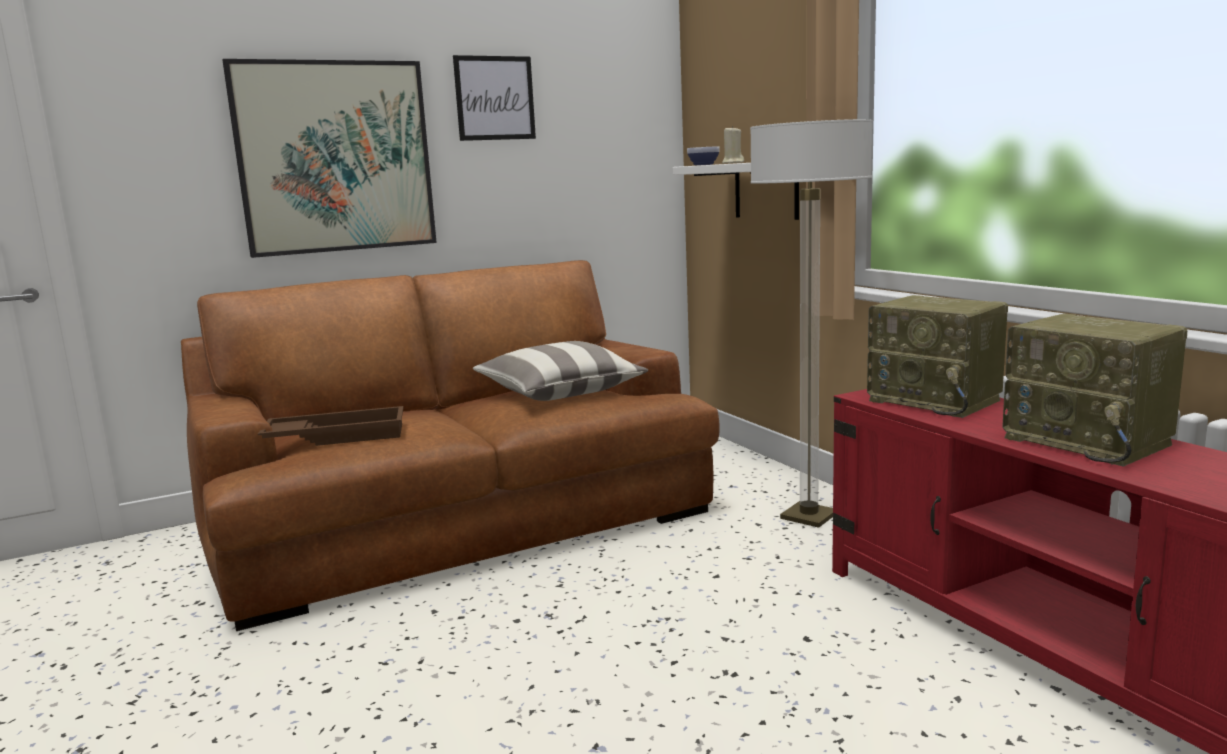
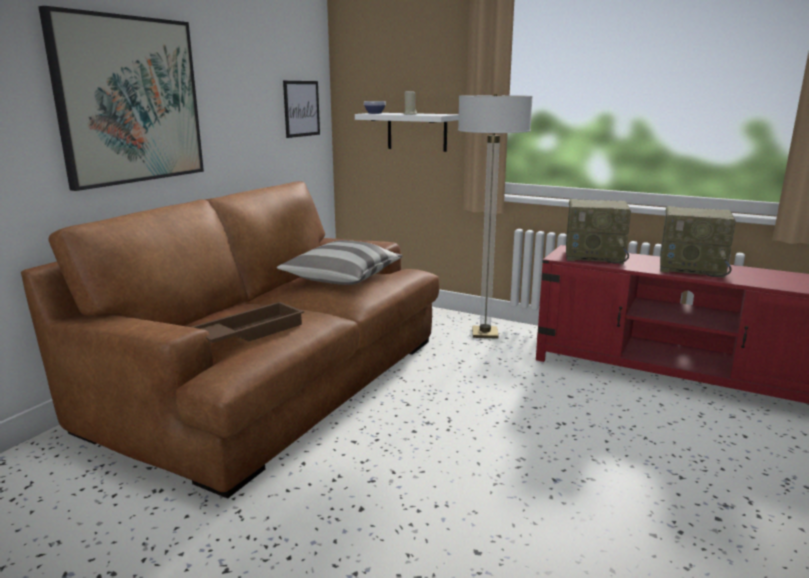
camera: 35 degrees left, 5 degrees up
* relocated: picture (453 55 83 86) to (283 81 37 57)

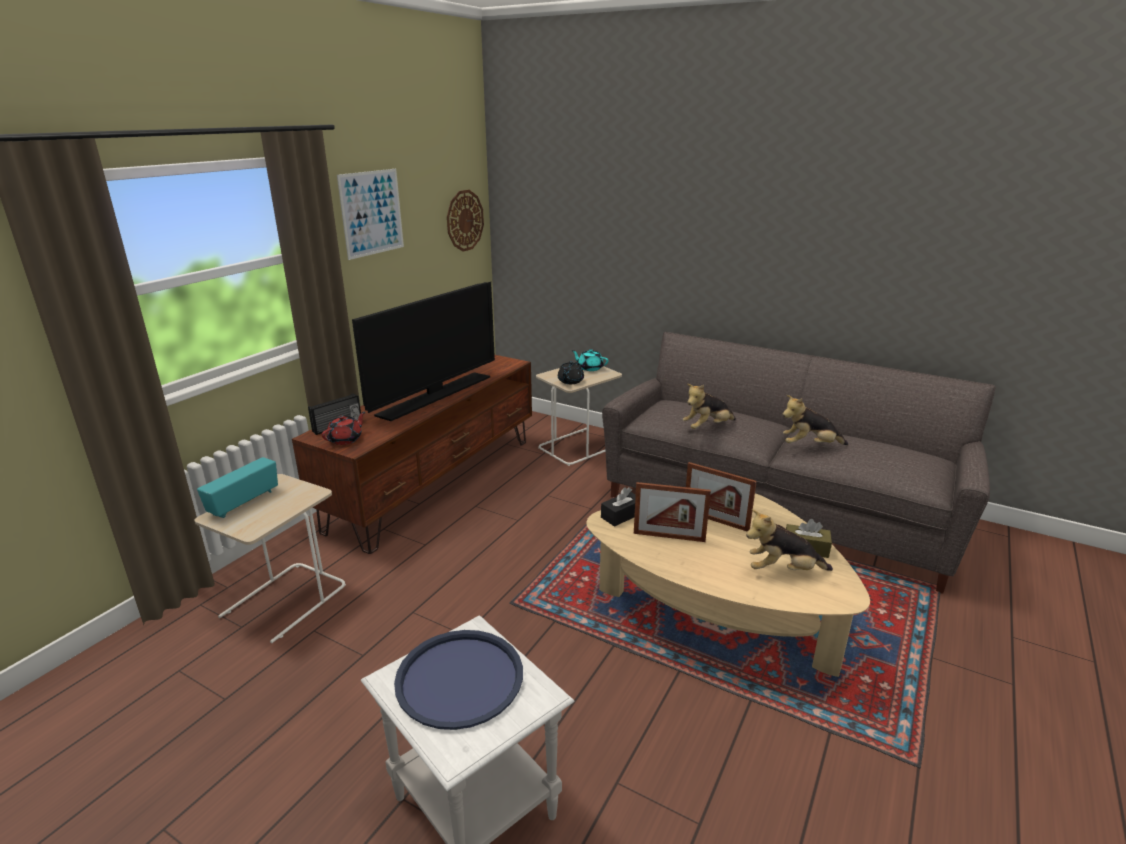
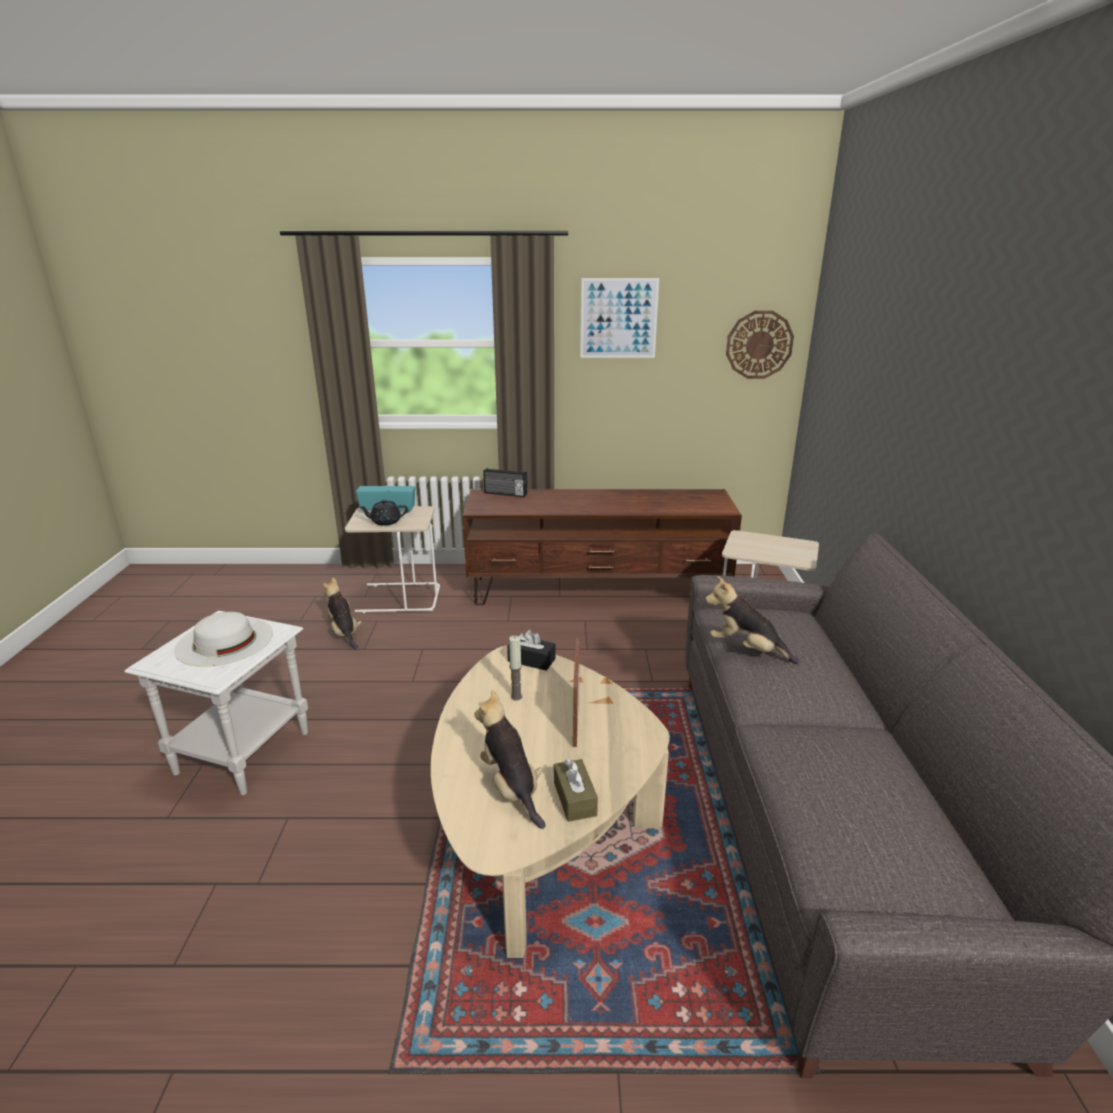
camera: 60 degrees right, 0 degrees up
* exchanged: tray/blue (394 630 129 100) to hat/white (174 612 99 55)
* relocated: plush toy (782 395 66 50) to (323 578 39 72)
* relocated: teapot/black (558 361 26 23) to (358 500 50 26)
* exchanged: picture frame (634 482 77 60) to candle (509 635 13 66)
* missing: teapot/red (322 412 43 33)
* missing: television (352 282 143 139)
* missing: teapot/turquoise (571 349 37 22)

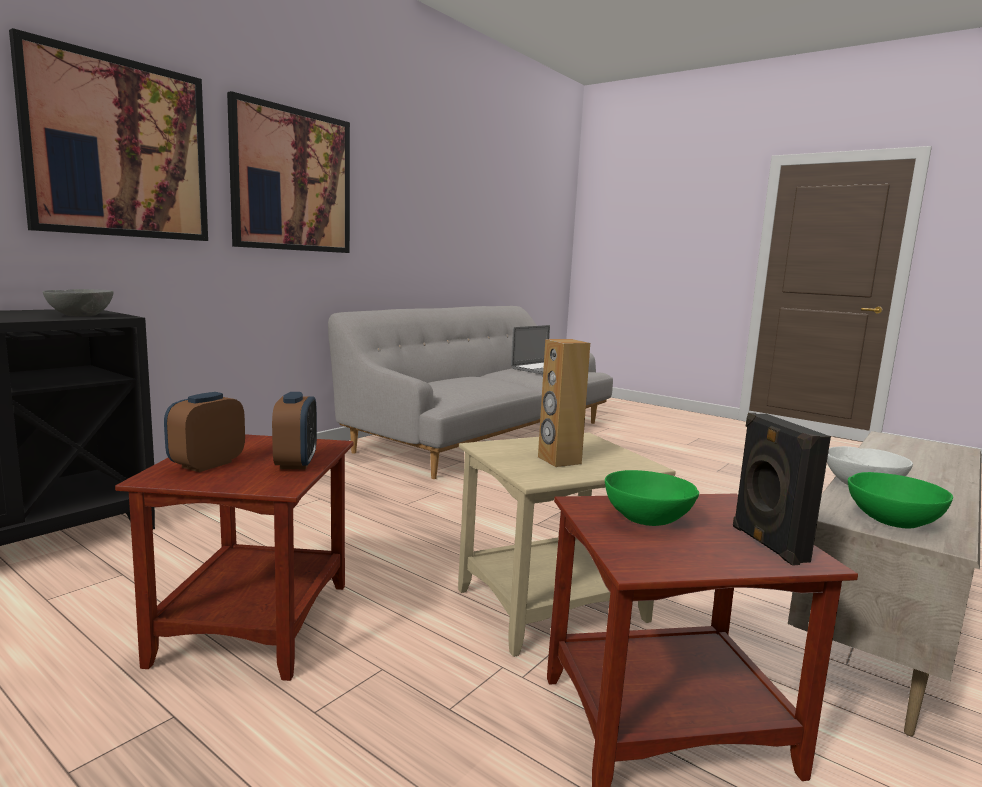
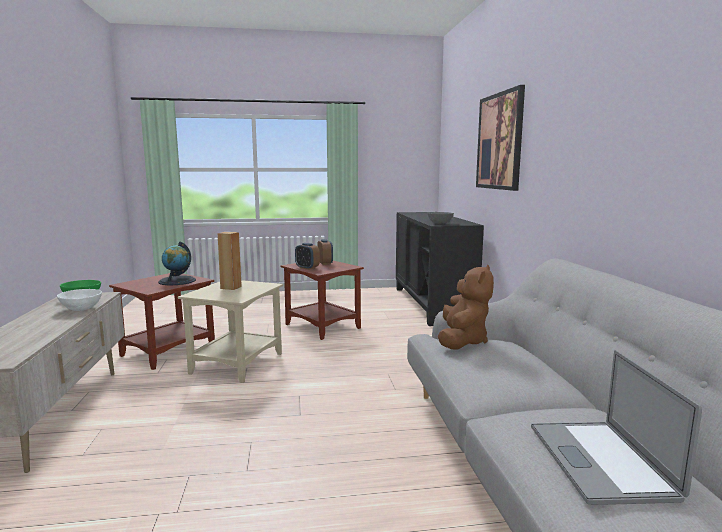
camera: 135 degrees right, 0 degrees up
* exchanged: bowl/green (605 470 94 56) to globe (158 242 38 43)
* appeared: plush toy/brown (438 265 56 84)
* missing: picture (227 91 123 162)
* missing: speaker/black (733 413 98 153)

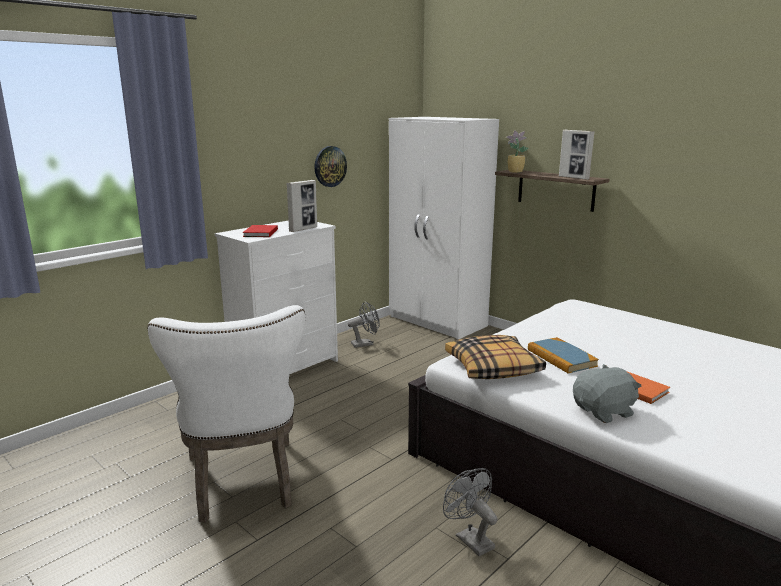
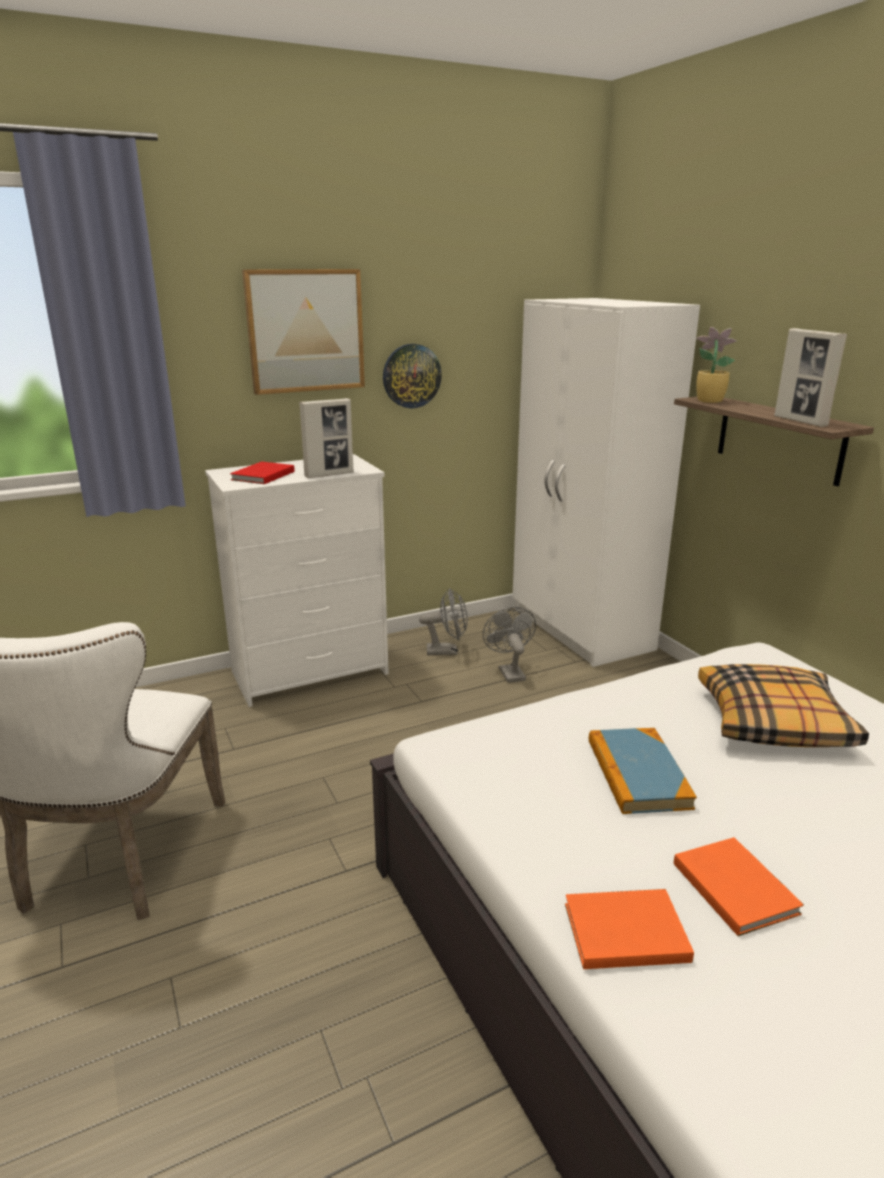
camera: 20 degrees right, 5 degrees up
* appeared: picture (242 269 123 126)
* relocated: fan/grey (443 468 55 88) to (483 607 53 76)
* exchanged: plush toy/grey (573 364 69 59) to book/orange (565 889 129 80)
* relocated: pillow (445 335 101 44) to (698 664 171 83)

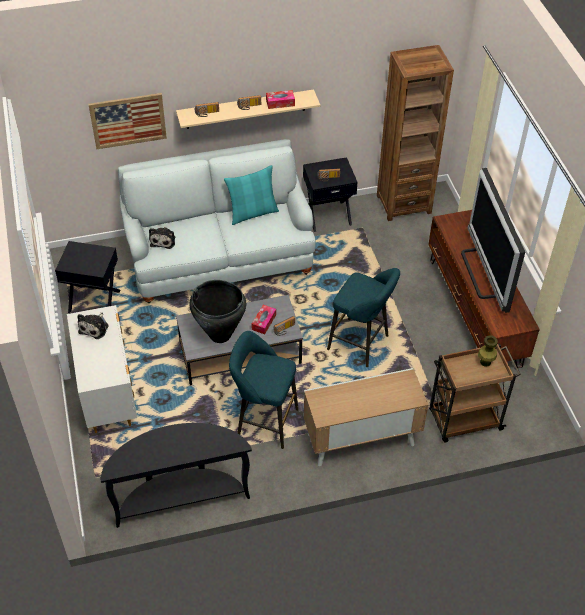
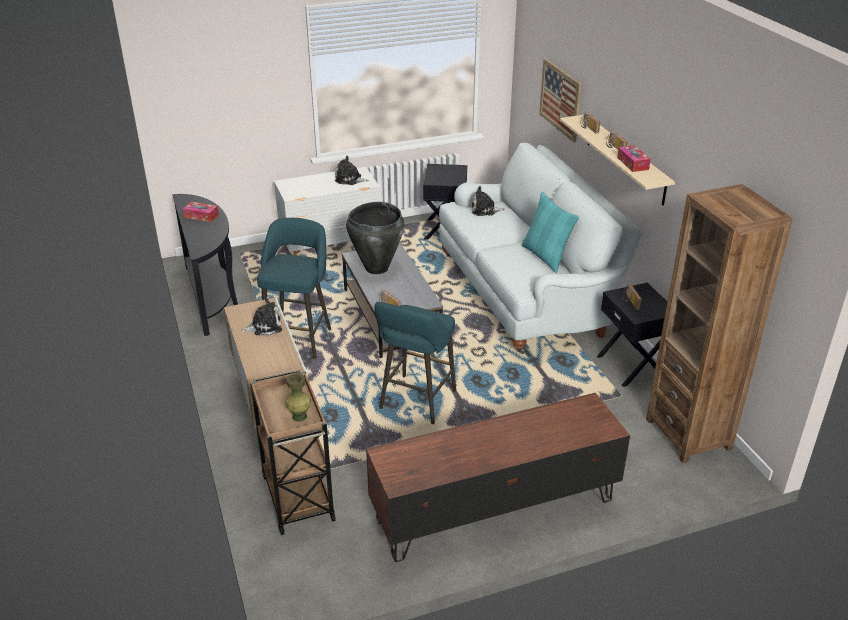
camera: 85 degrees right, 15 degrees down
* relocated: tissue box (251 305 25 29) to (183 202 36 20)
* appeared: plush toy (241 298 41 37)
* missing: television (461 168 64 145)

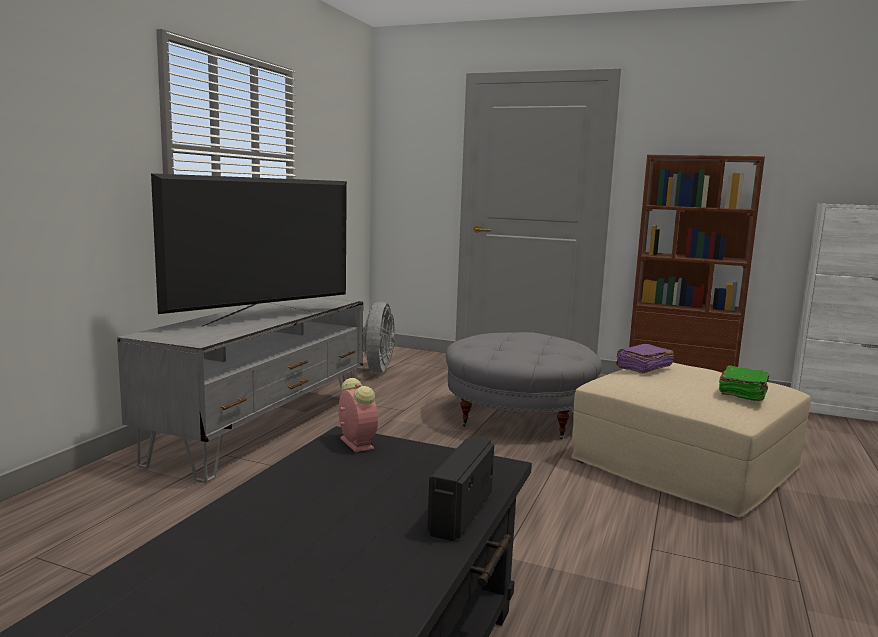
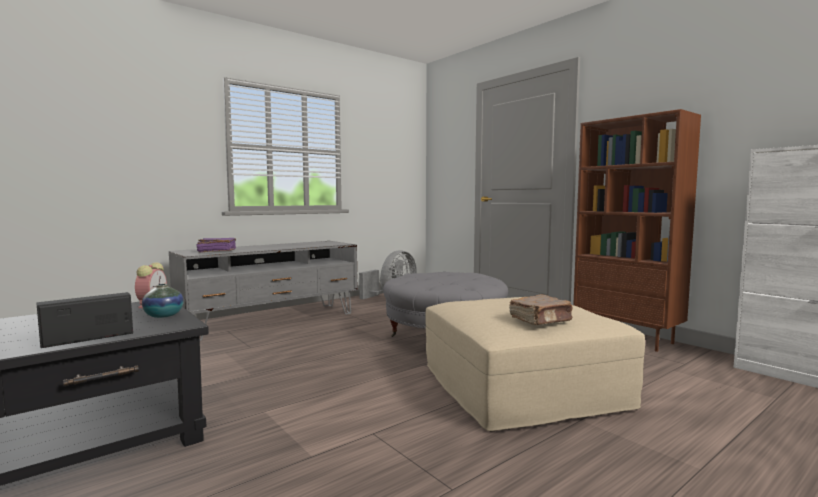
camera: 30 degrees right, 5 degrees down
* appeared: vase (142 284 42 34)
* relocated: book/purple (616 344 58 30) to (196 238 40 15)
* colour: book/green (719 366 50 35) to book/brown (509 294 64 31)
* missing: television (151 173 196 154)

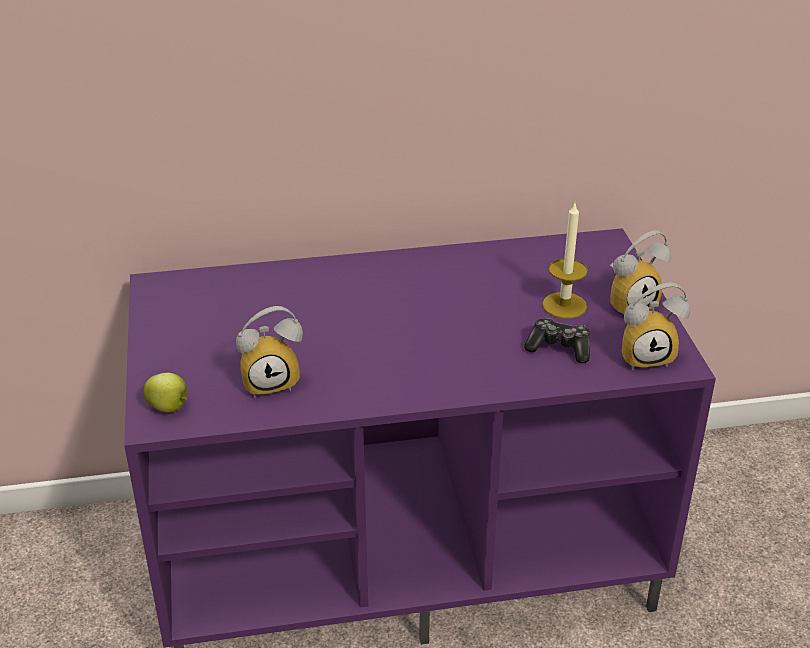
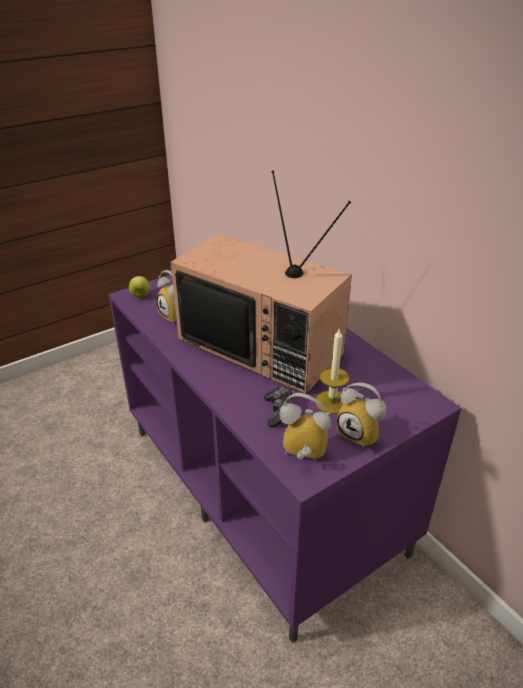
camera: 65 degrees right, 0 degrees up
* appeared: television (171 170 181 224)
* spun: alarm clock (622 282 68 88) = (279 393 52 68) 135 degrees clockwise

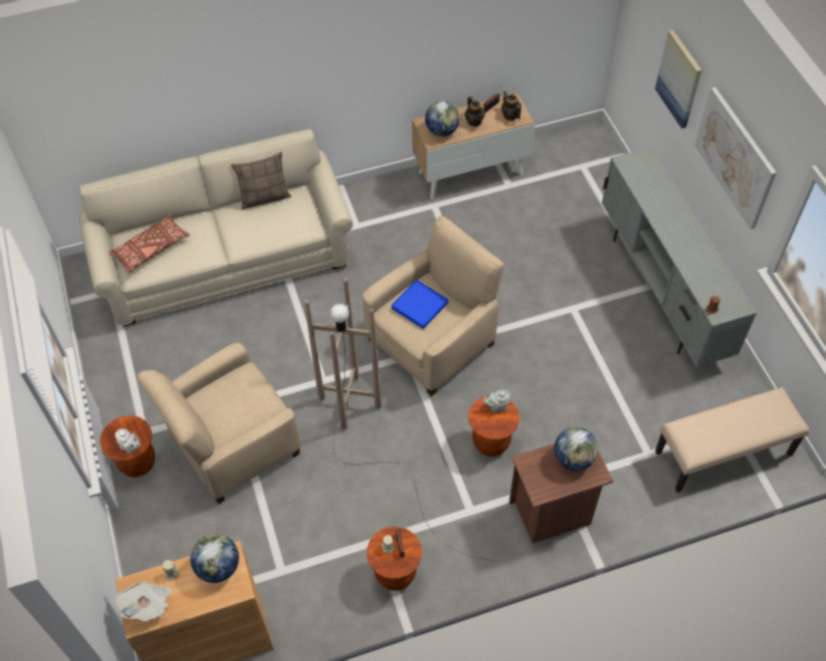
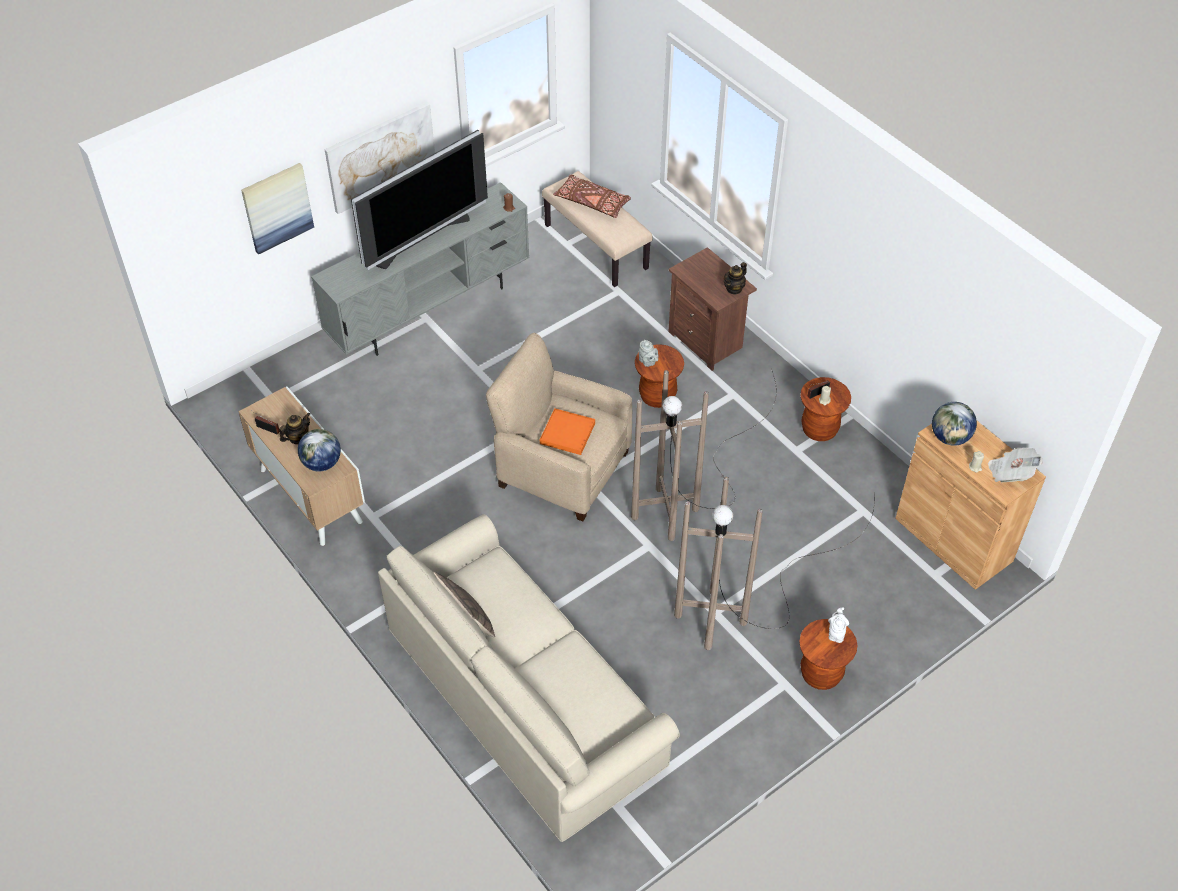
camera: 110 degrees left, 5 degrees down
* appeared: television (351 130 137 140)
* colour: tray/blue (391 279 57 50) to tray/orange (540 408 55 47)
* relocated: pillow/brown (109 214 81 59) to (553 174 78 44)
* exchanged: armchair/beige (137 343 164 161) to floor lamp/brown (674 477 201 173)
* relocated: teapot (501 91 20 30) to (724 262 23 33)
* missing: globe (554 427 44 44)

